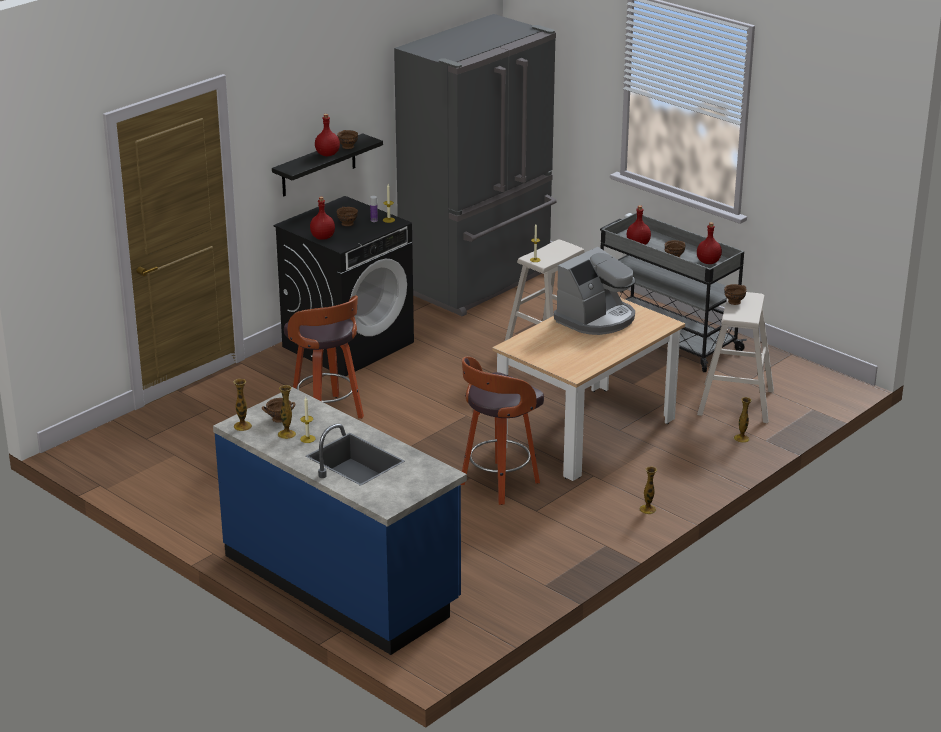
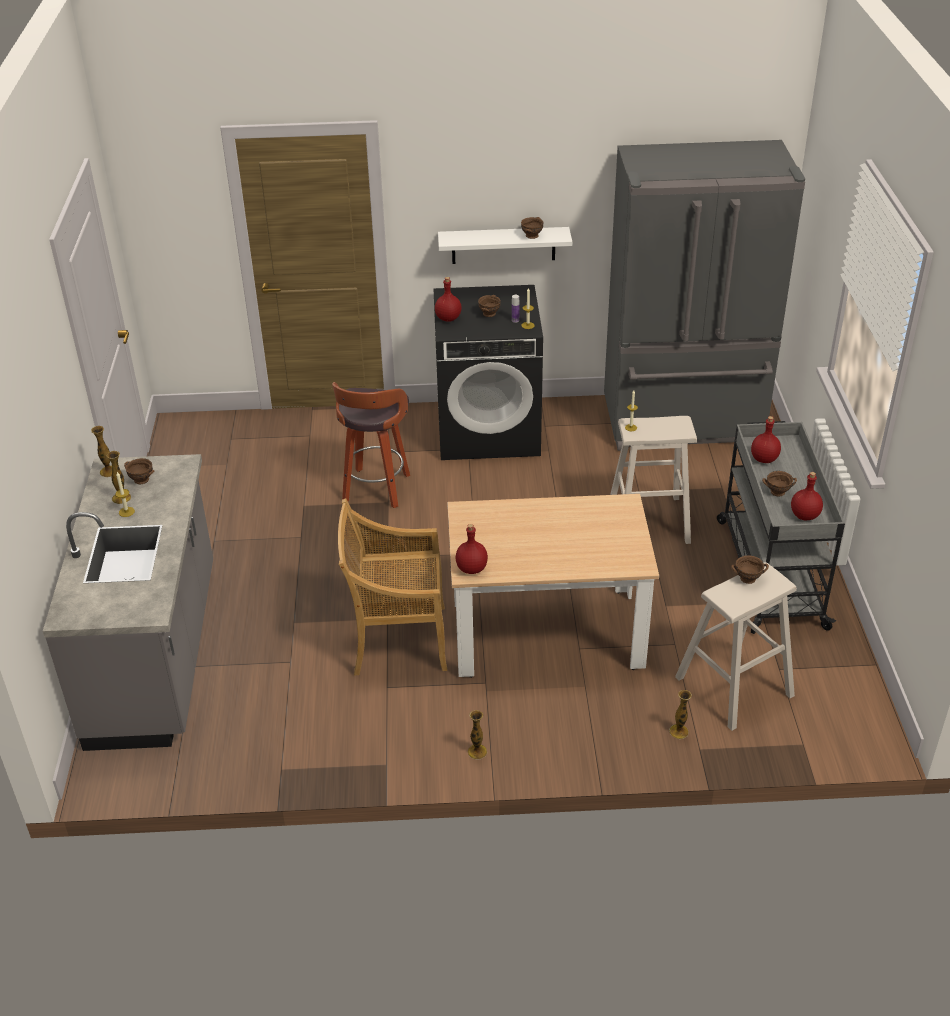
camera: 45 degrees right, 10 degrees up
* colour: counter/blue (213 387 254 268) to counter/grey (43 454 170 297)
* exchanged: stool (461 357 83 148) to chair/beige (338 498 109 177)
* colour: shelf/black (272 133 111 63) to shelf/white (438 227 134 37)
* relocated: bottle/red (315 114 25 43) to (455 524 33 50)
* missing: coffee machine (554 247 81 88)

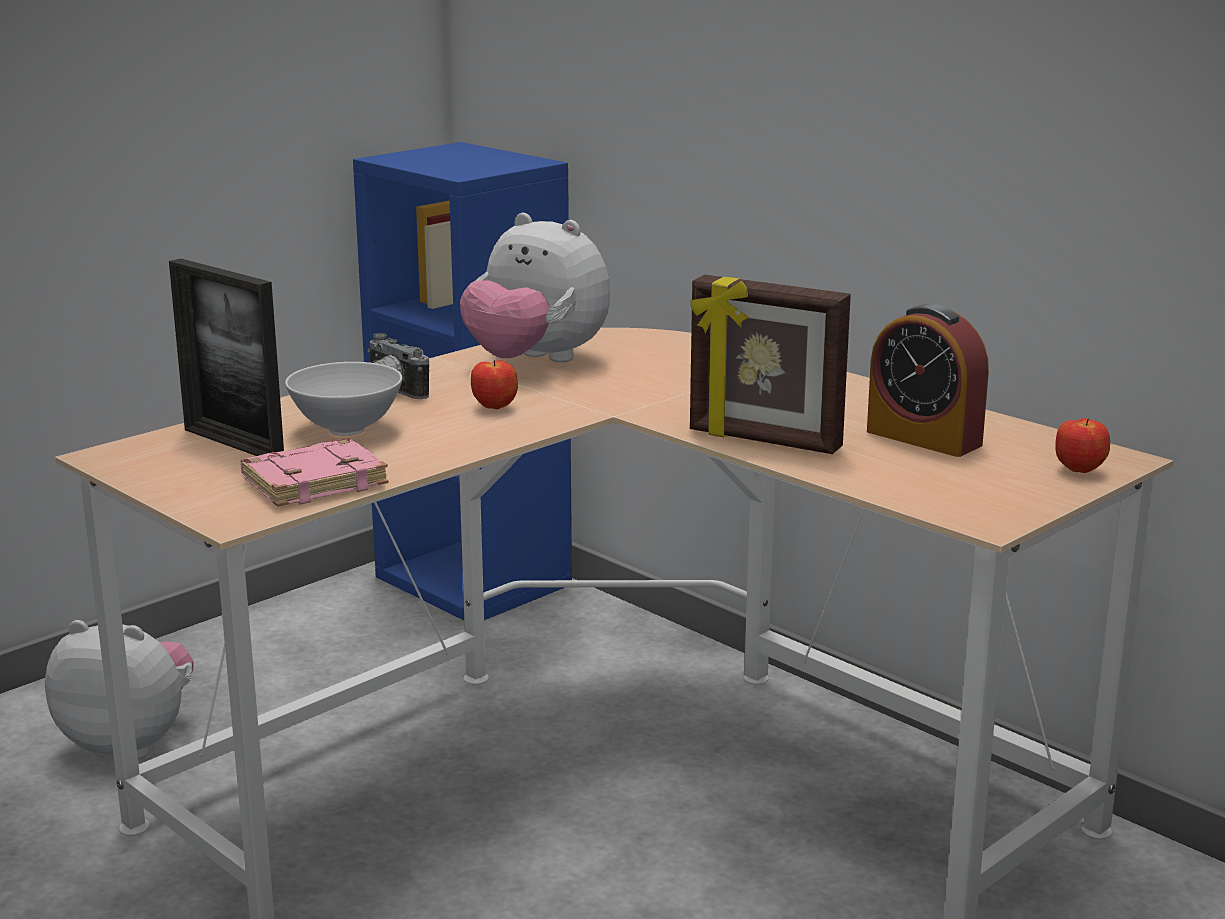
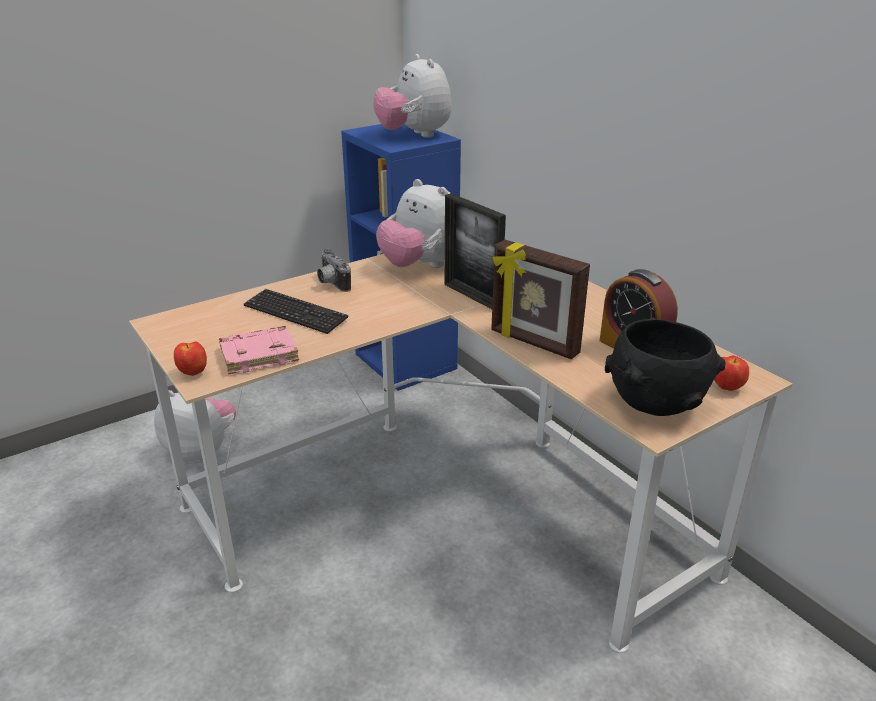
camera: 10 degrees right, 10 degrees up
* relocated: apple (471 360 47 49) to (174 341 33 35)
* exchanged: bowl/white (285 362 117 74) to keyboard (244 289 105 45)
* appeared: plush toy (374 54 78 84)
* relocated: picture frame (169 258 115 198) to (445 193 61 116)
* appeared: bowl/black (605 319 121 97)

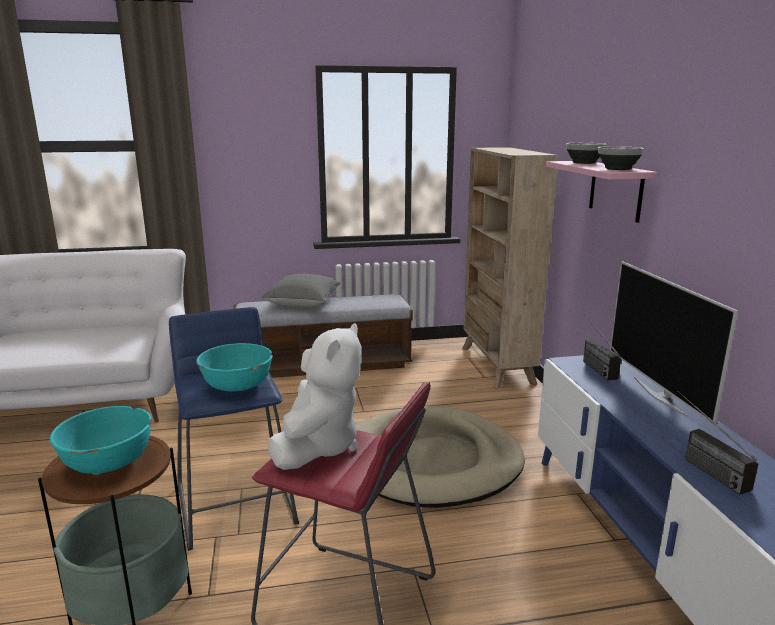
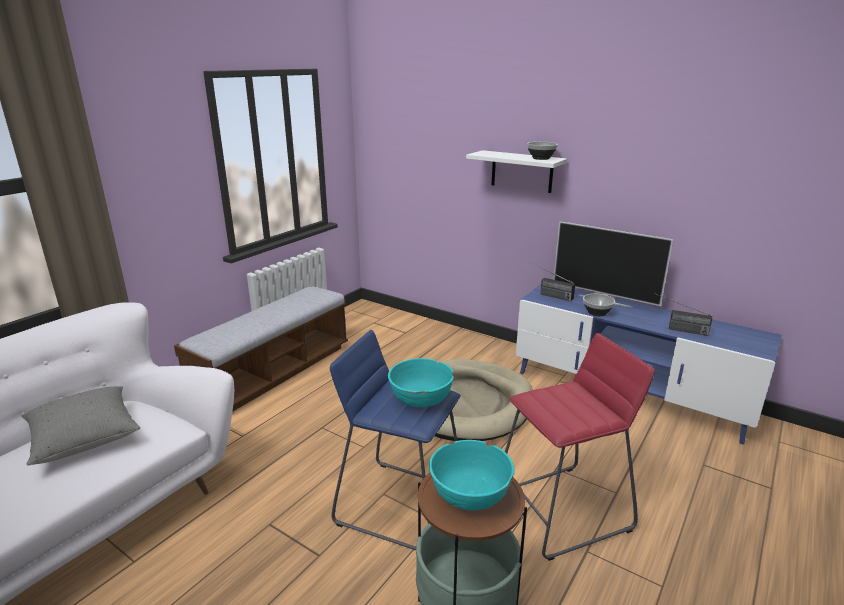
camera: 45 degrees left, 5 degrees up
* relocated: pillow/grey (261 274 79 33) to (22 386 118 79)
* colour: shelf/pink (546 161 112 62) to shelf/white (466 150 101 43)
* relocated: bowl (566 143 40 21) to (583 294 32 22)
* missing: plush toy/white (268 323 93 147)
* missing: bookcase/beige (462 147 96 242)

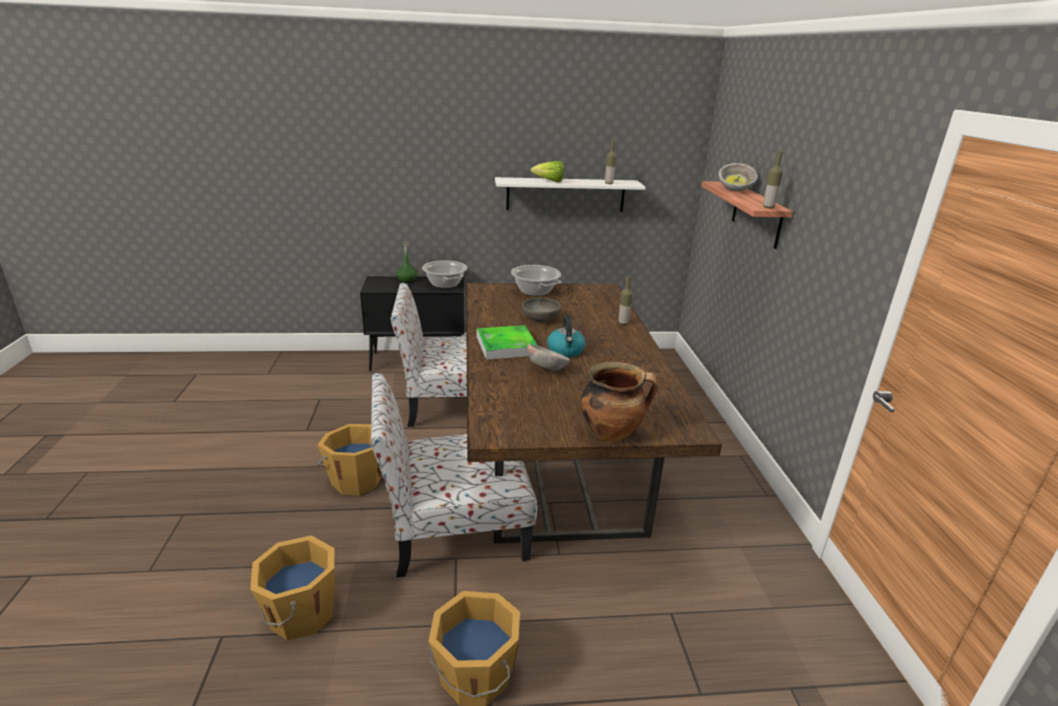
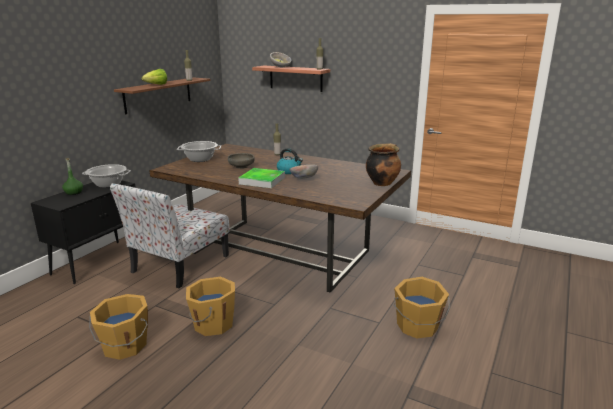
camera: 55 degrees left, 5 degrees down
* relocated: bucket/orange (250 535 85 105) to (89 294 59 66)
* colour: shelf/white (495 177 150 35) to shelf/brown (114 77 97 37)
* missing: chair (371 373 166 204)

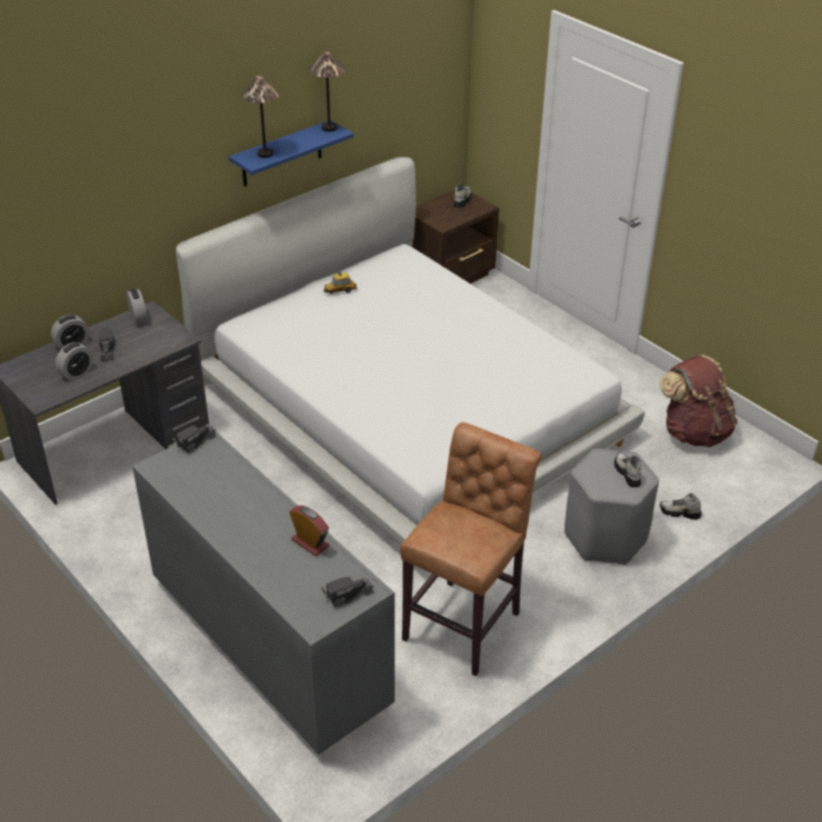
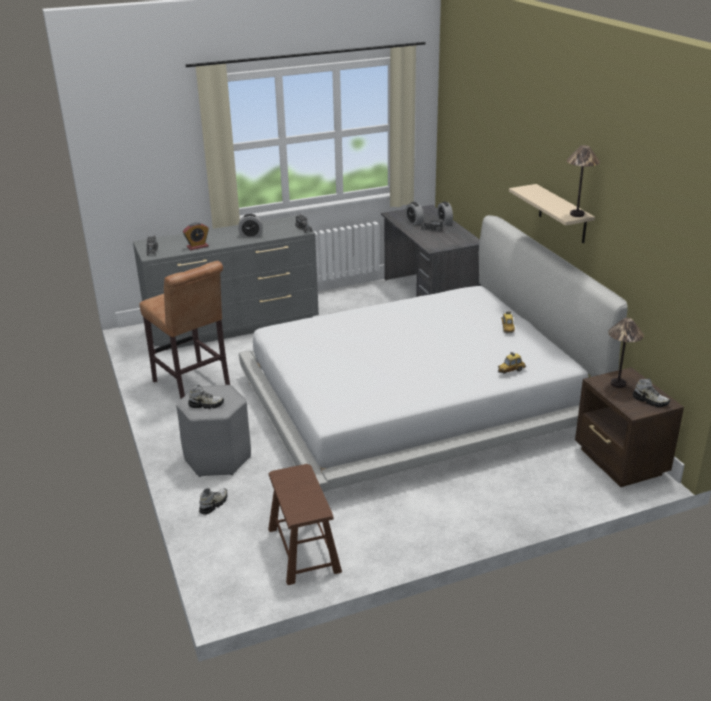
camera: 110 degrees right, 10 degrees down
* relocated: alarm clock (126 289 22 36) to (238 214 25 24)
* exchanged: backpack/brown (659 355 79 92) to stool/brown (268 464 74 121)
* appeared: toy car (498 352 28 22)
* colour: shelf/blue (229 120 125 67) to shelf/beige (509 184 86 59)
* relocated: table lamp (241 76 39 82) to (608 318 36 70)

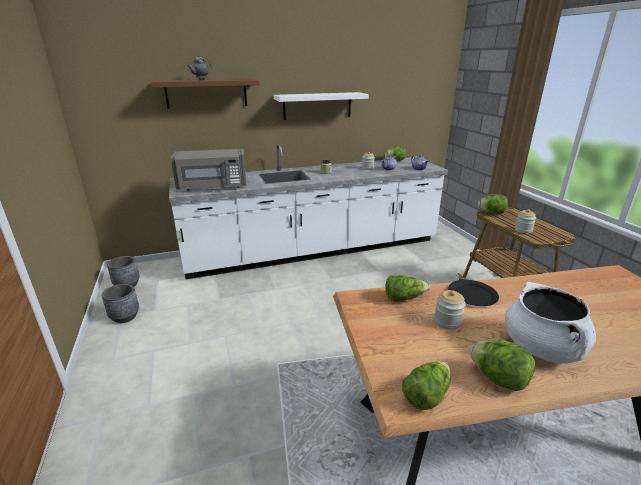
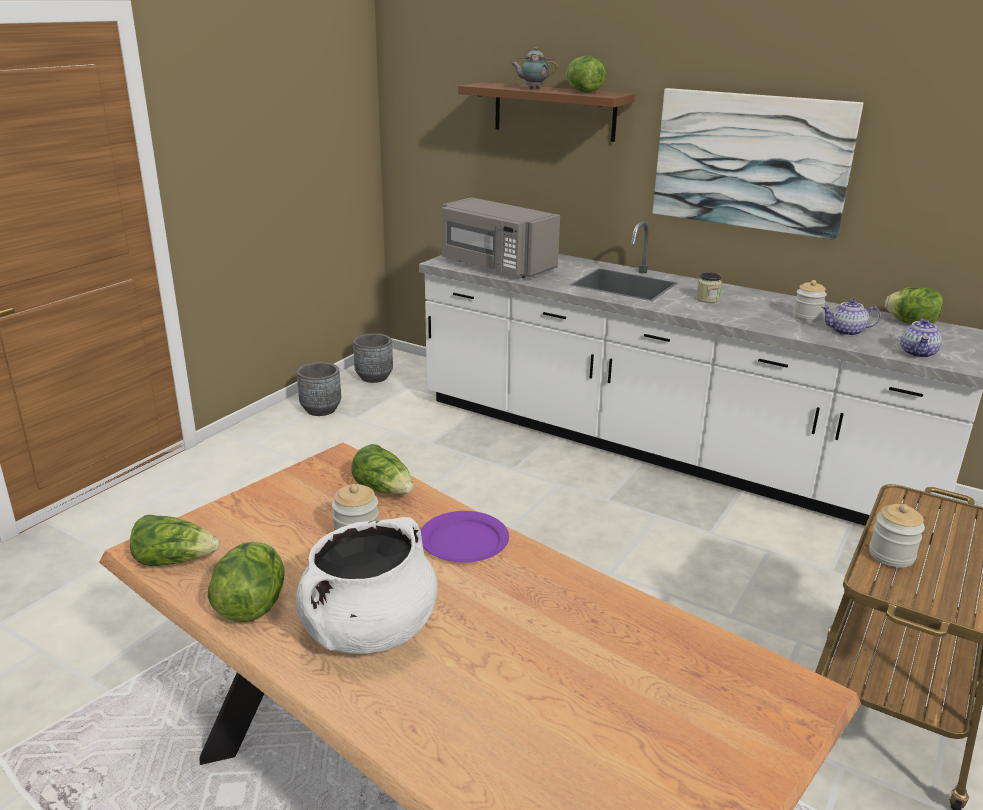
camera: 50 degrees right, 0 degrees up
* colour: plate/black (448 280 51 26) to plate/purple (421 511 88 51)
* relocated: lettuce (478 194 30 20) to (566 56 40 37)
* exchanged: shelf/white (274 92 95 28) to picture (653 88 210 152)

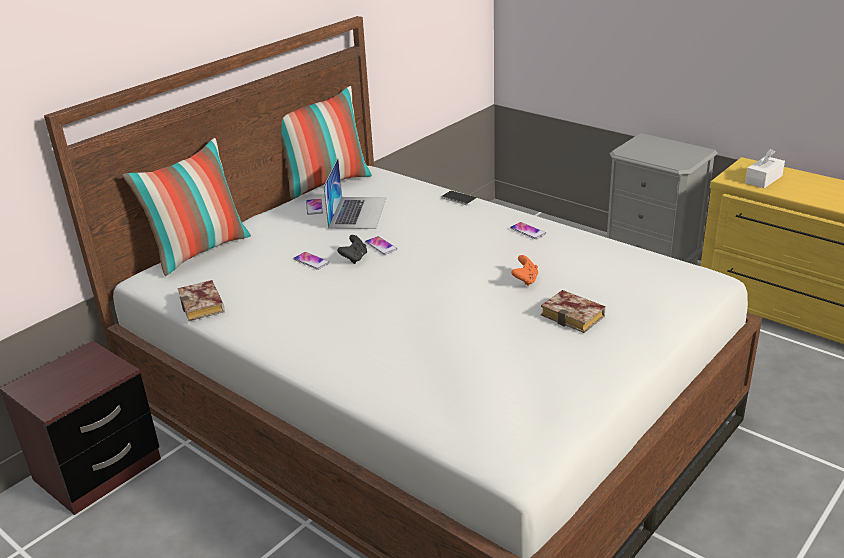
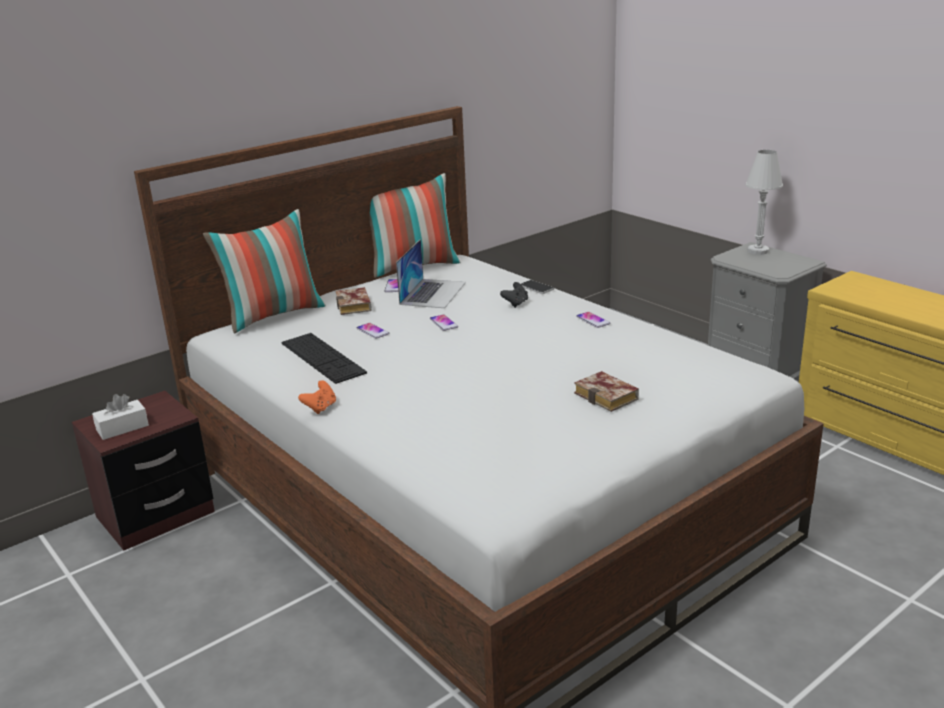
camera: 10 degrees right, 5 degrees down
* relocated: tissue box/white (745 149 40 39) to (92 394 57 46)
* appeared: keyboard (281 333 86 51)
* relocated: game controller/orange (511 255 27 31) to (298 380 38 34)
* relocated: book (178 280 47 41) to (335 287 37 28)
* relocated: game controller/black (337 235 30 29) to (500 282 28 26)
* appeared: table lamp/white (746 150 37 105)

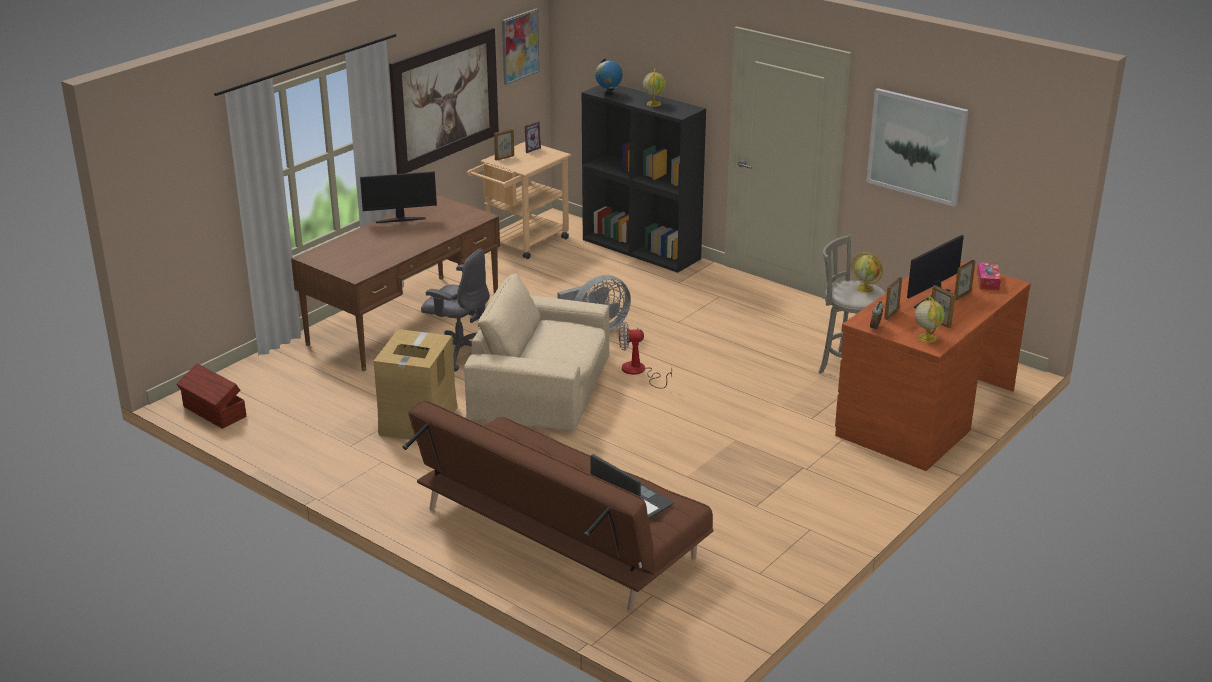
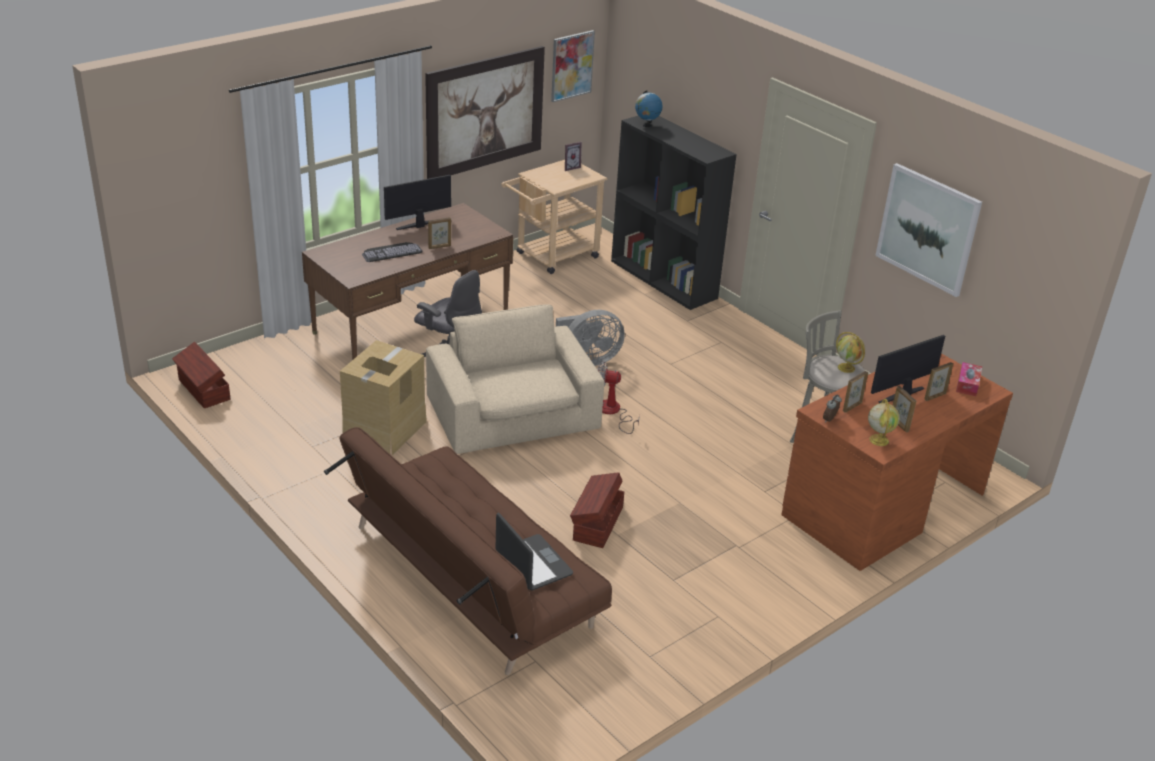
camera: 10 degrees right, 5 degrees up
* appeared: keyboard (362 242 61 20)
* spun: monitor (360 171 77 52) = (384 175 67 55) 150 degrees clockwise
* spun: armchair/beige (464 273 145 158) = (426 304 178 150) 45 degrees clockwise
* relocated: picture frame (494 129 20 32) to (428 217 23 32)
* appeared: storage box/brown (570 472 54 76)
* missing: globe (643 69 23 38)

